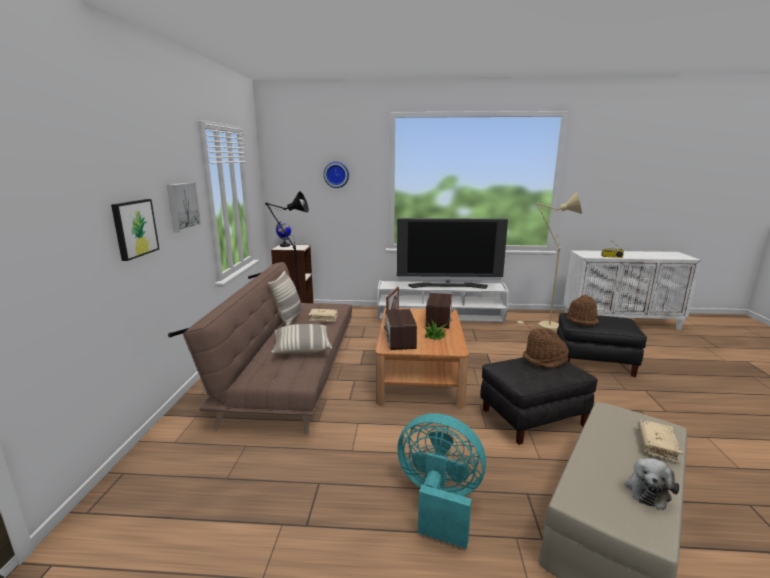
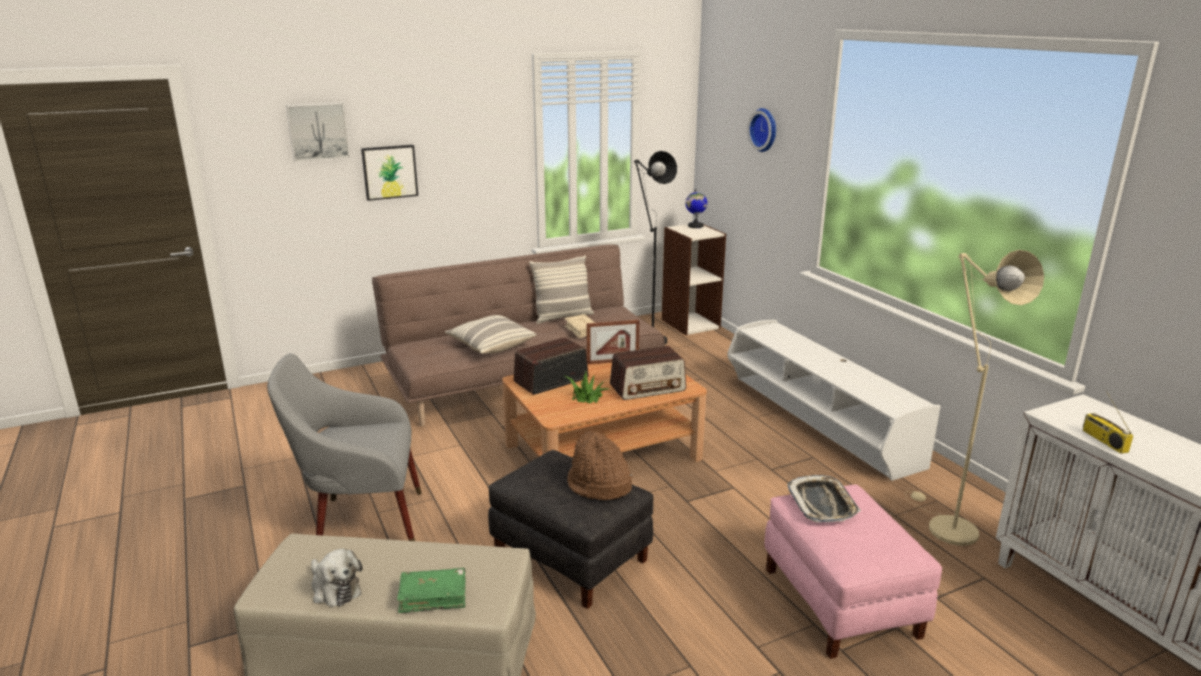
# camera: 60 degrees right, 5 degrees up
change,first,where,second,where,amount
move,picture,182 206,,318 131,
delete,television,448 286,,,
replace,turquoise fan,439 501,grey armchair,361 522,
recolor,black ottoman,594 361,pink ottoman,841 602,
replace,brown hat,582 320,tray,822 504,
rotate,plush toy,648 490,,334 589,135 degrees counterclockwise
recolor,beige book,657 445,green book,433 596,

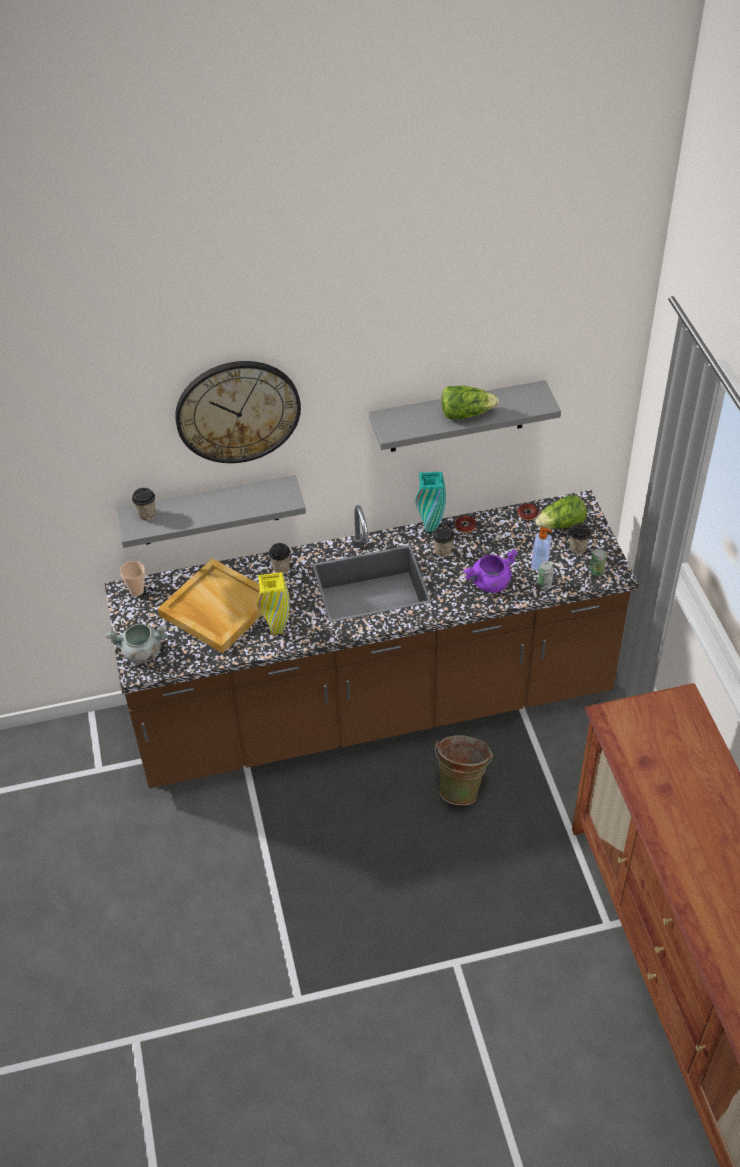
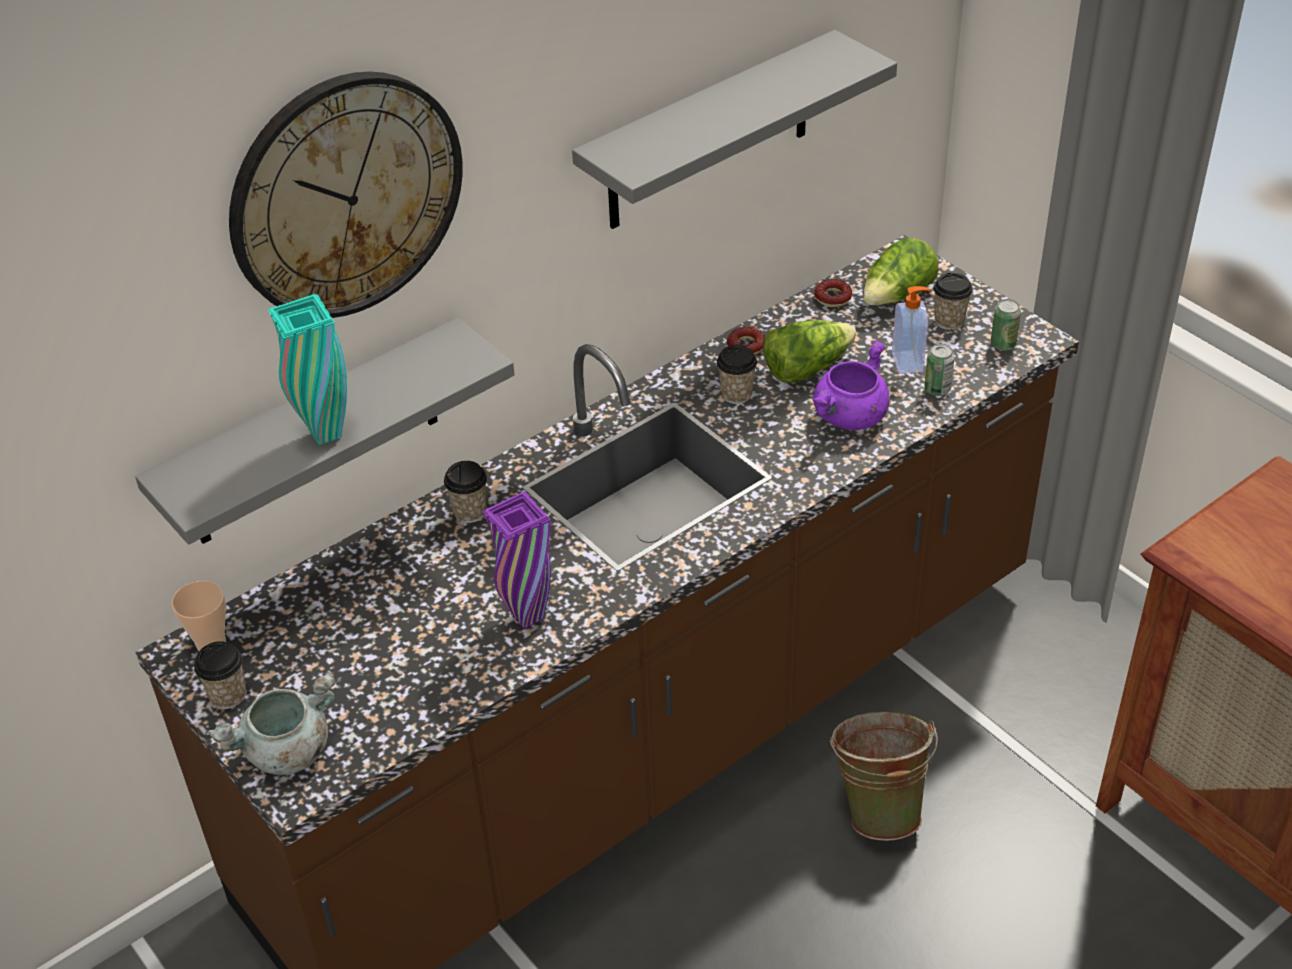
# camera: 25 degrees left, 5 degrees down
change,first,where,second,where,amount
move,cup,147 515,,228 695,
delete,beige tray,216 608,,,
recolor,yellow vase,276 629,purple vase,527 617,
move,turquoise vase,430 527,,325 434,
move,lettuce,466 413,,806 368,

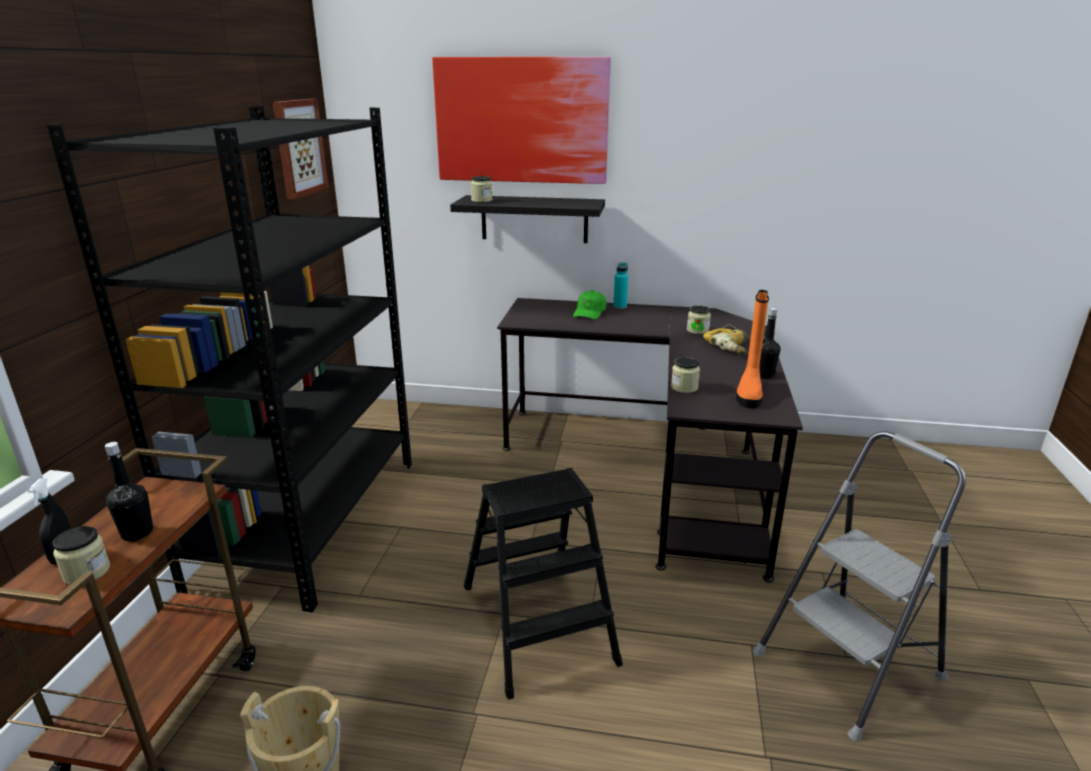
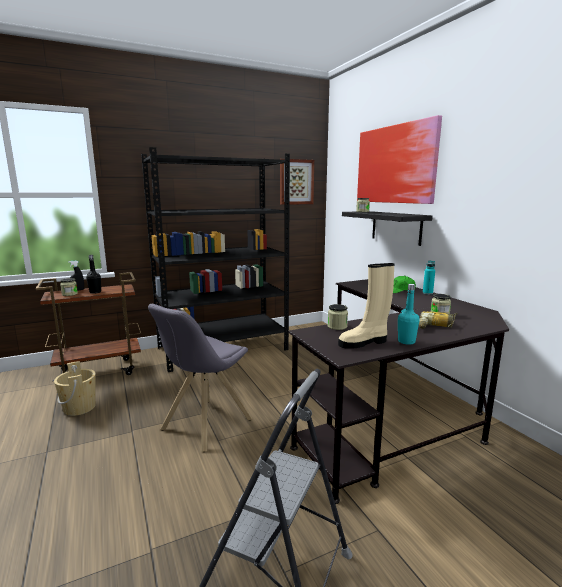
# camera: 55 degrees right, 10 degrees down
change,first,where,second,where,amount
replace,black step ladder,537 622,grey chair,206 424,
recolor,orange boot,749 393,beige boot,364 342,
recolor,black bottle,763 375,turquoise bottle,406 341,

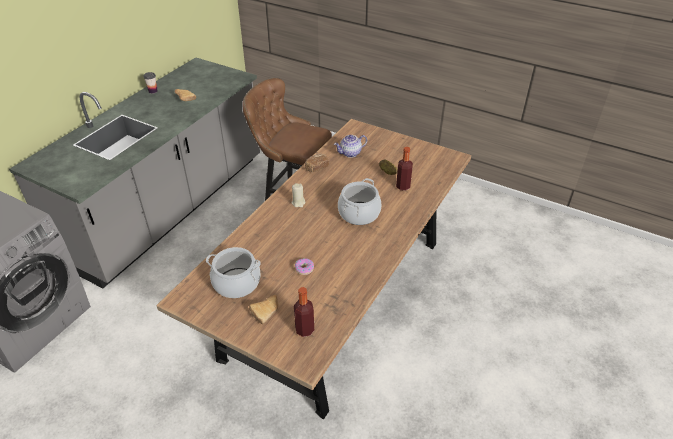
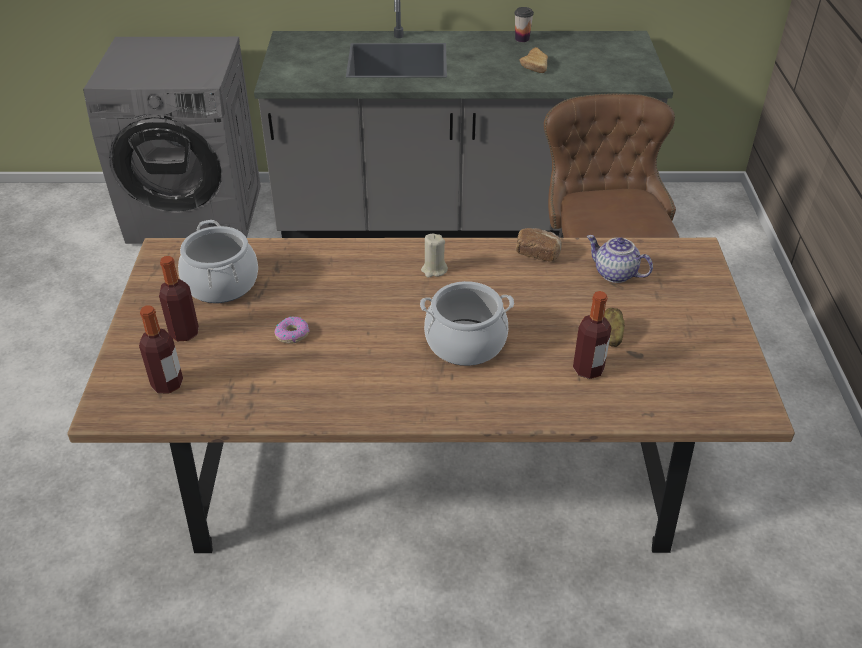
# camera: 60 degrees right, 0 degrees up
change,first,where,second,where,amount
replace,bread,267 311,bottle,184 333,

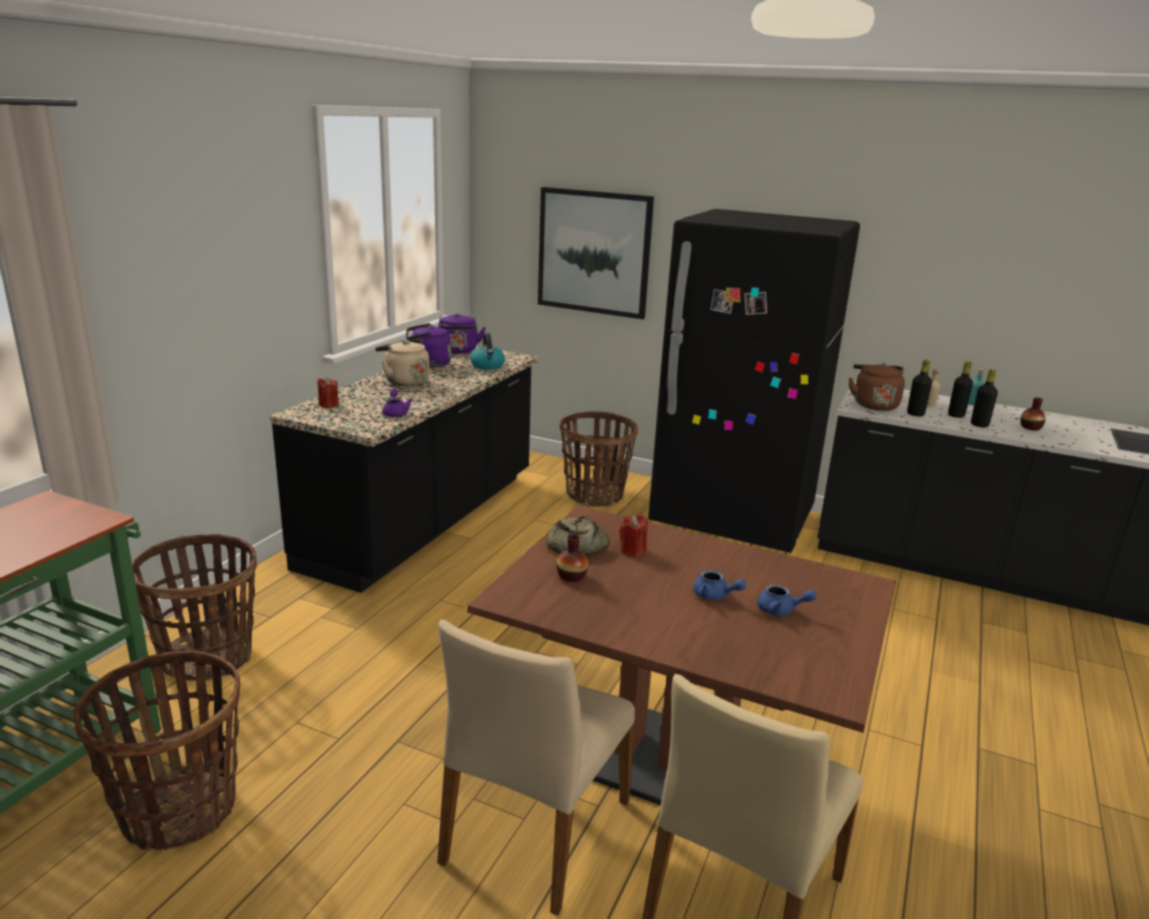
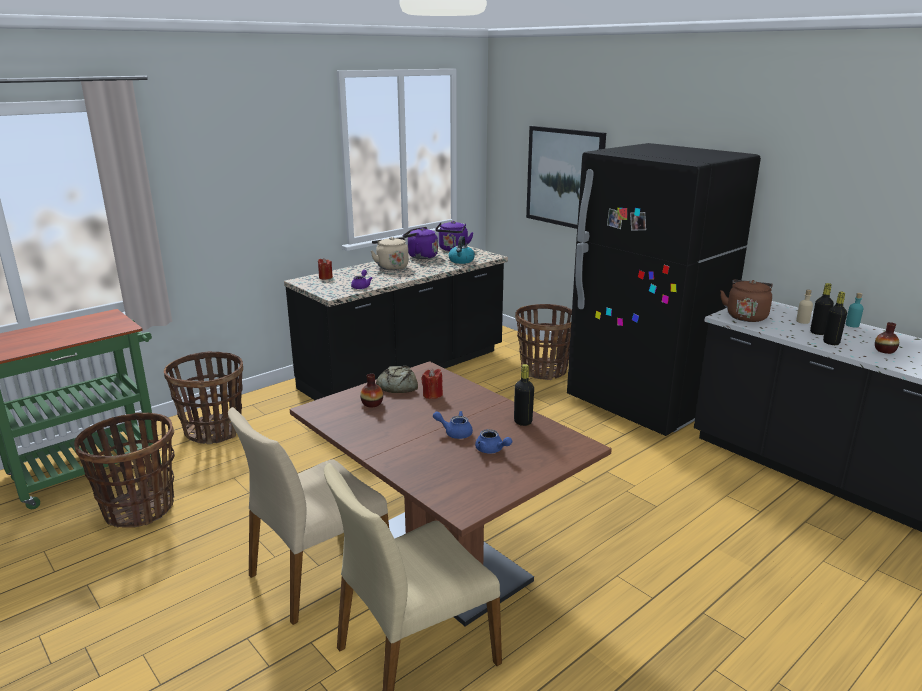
# camera: 25 degrees right, 0 degrees up
change,first,where,second,where,amount
rotate,blue teapot,715 596,,455 433,135 degrees clockwise
move,black bottle,915 414,,523 422,

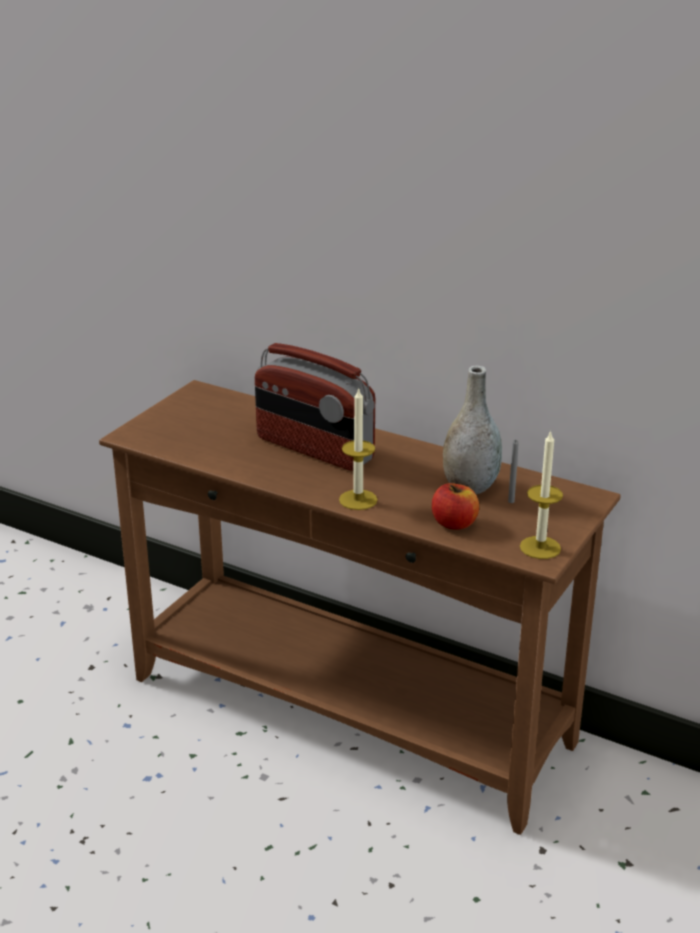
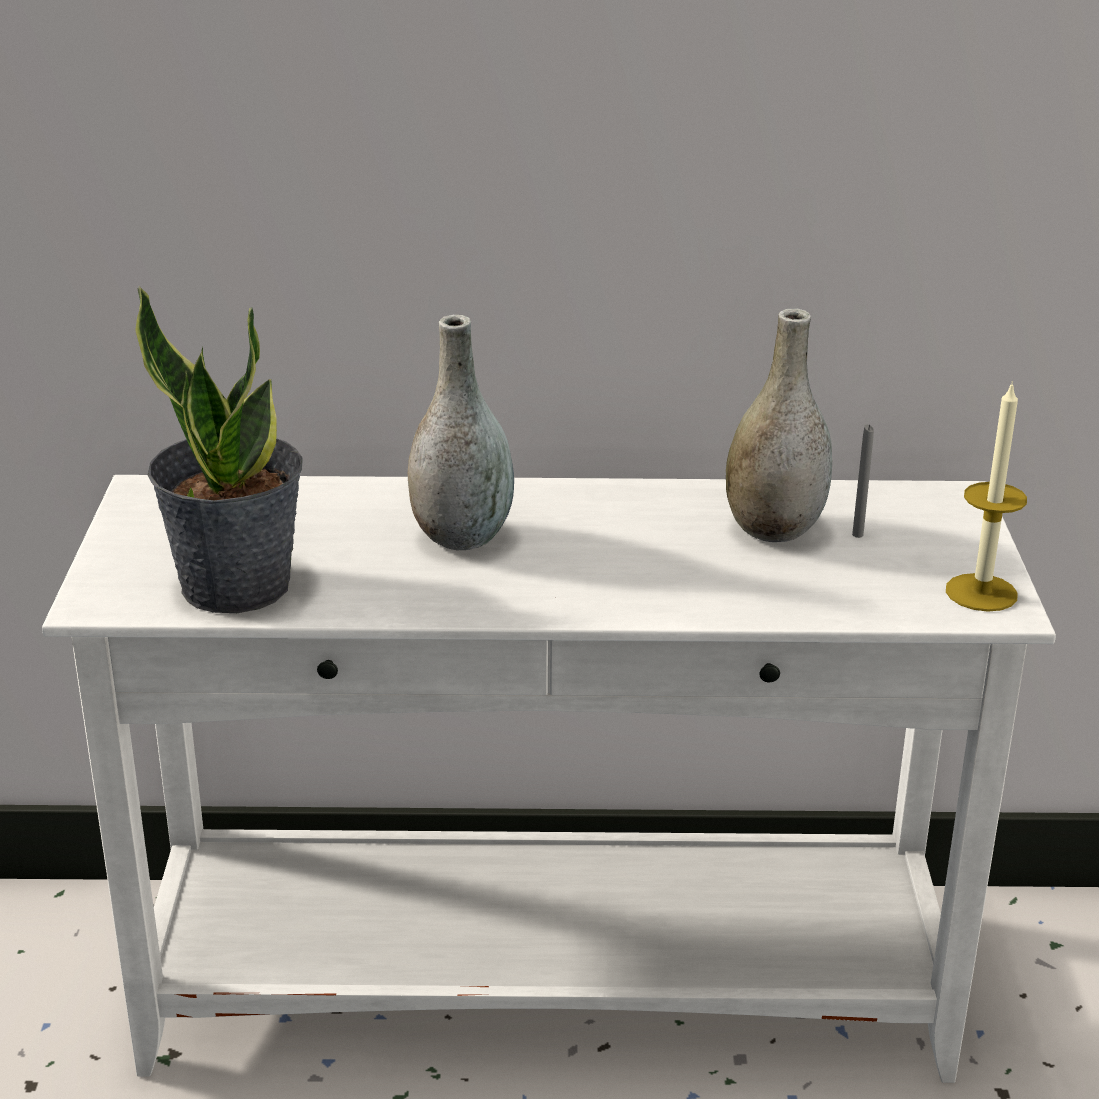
# camera: 30 degrees left, 0 degrees up
change,first,where,second,where,amount
recolor,brown console table,352 710,white console table,550 984,
replace,radio,314 449,grey vase,462 537,
delete,candle,358 500,,,
delete,apple,454 523,,,
insert,,,potted plant,236 584,

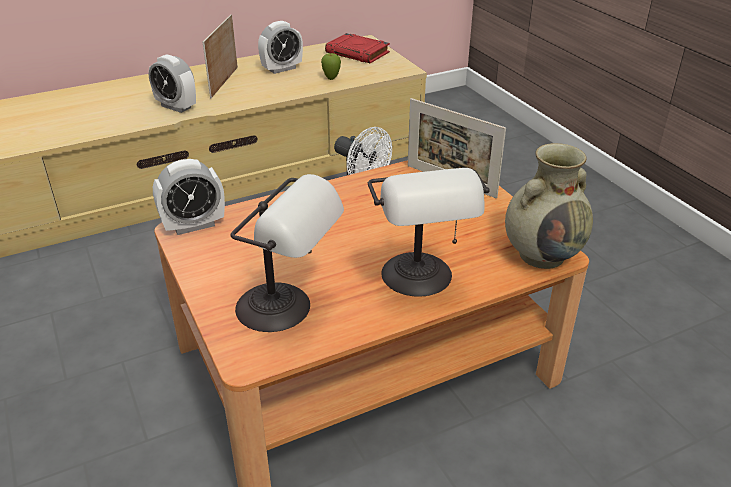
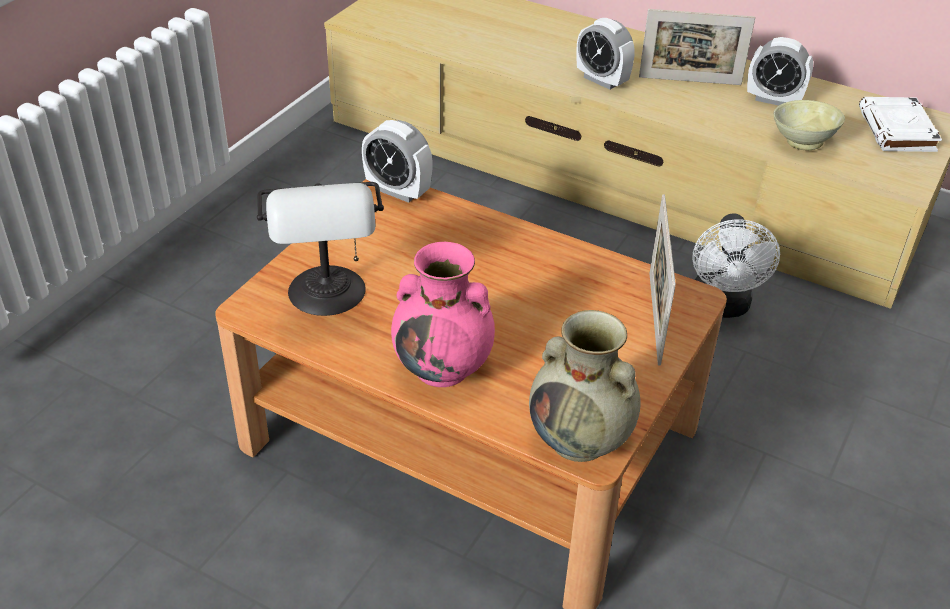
# camera: 55 degrees right, 5 degrees up
change,first,where,second,where,amount
rotate,alarm clock,176 107,,602 80,45 degrees counterclockwise
rotate,picture frame,224 82,,690 81,150 degrees counterclockwise
replace,apple,331 78,beige bowl,802 141,
recolor,red book,358 53,white book,897 131,
replace,table lamp,422 283,pink vase,444 368,

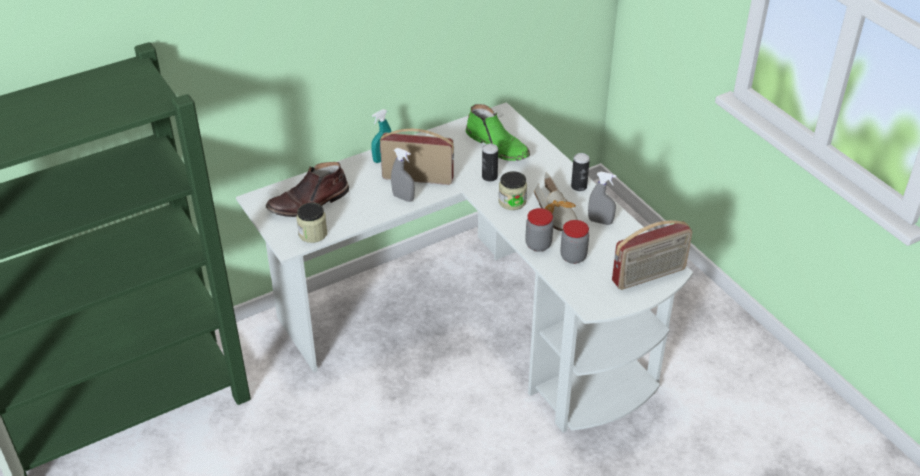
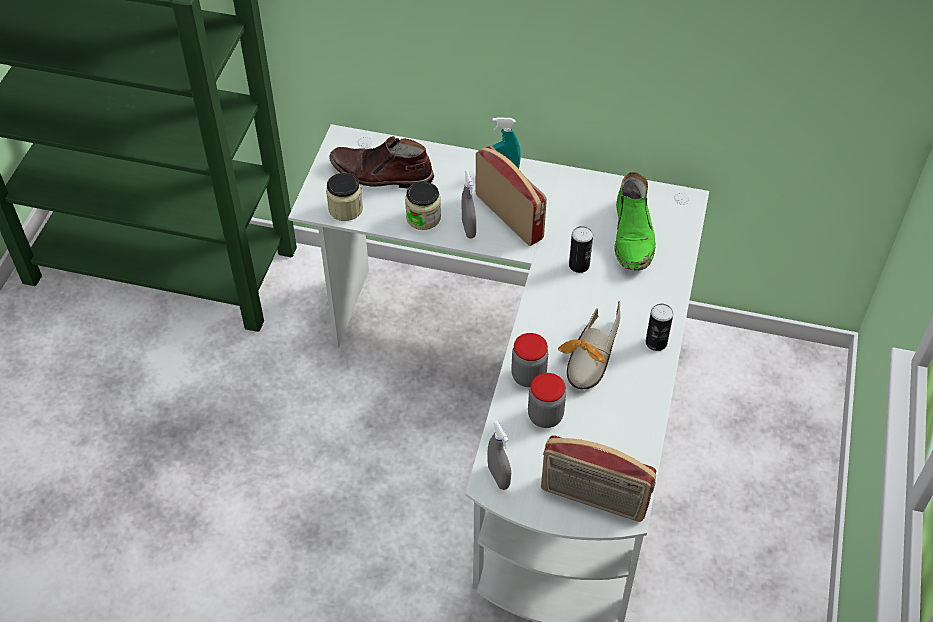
# camera: 45 degrees right, 10 degrees up
change,first,where,second,where,amount
move,jar,512 202,,423 217,
move,grey spray bottle,600 221,,498 477,

